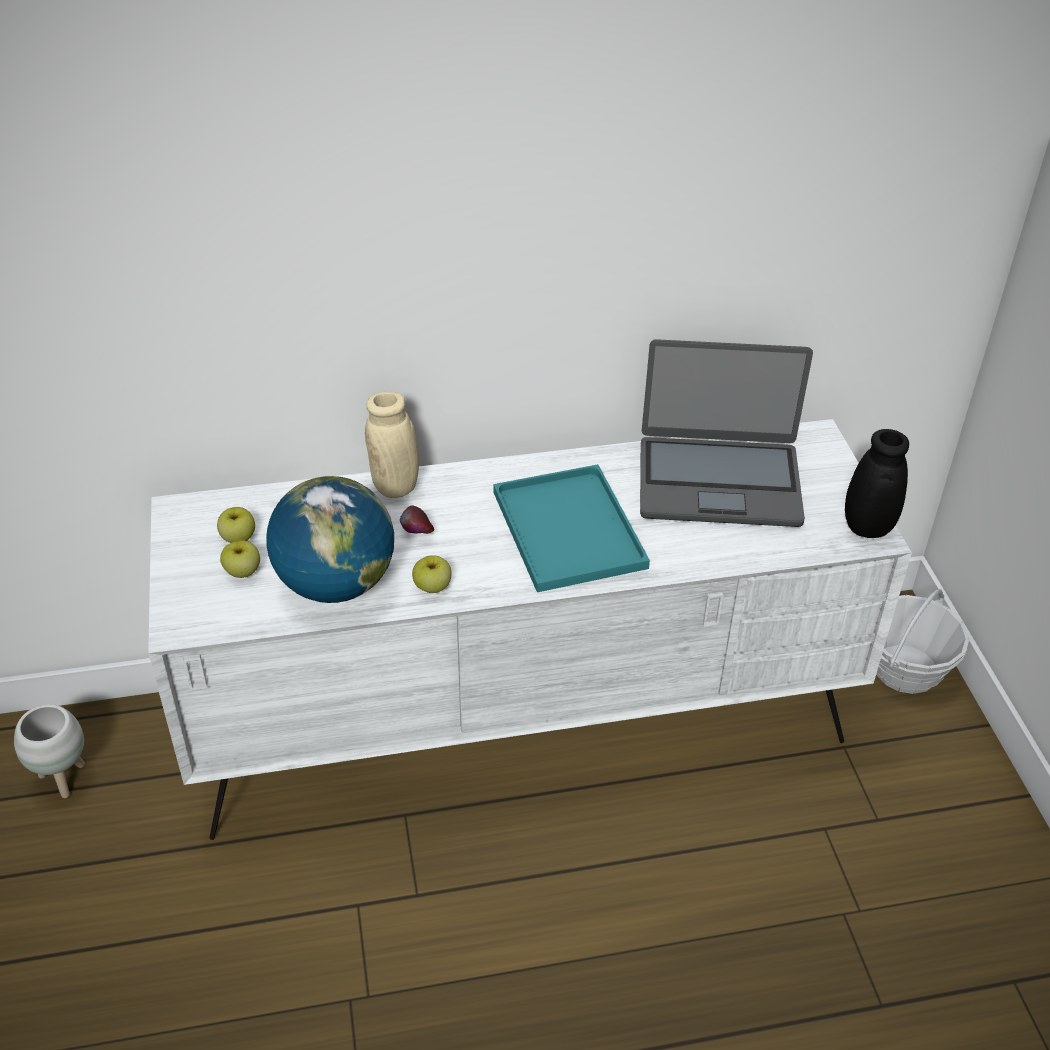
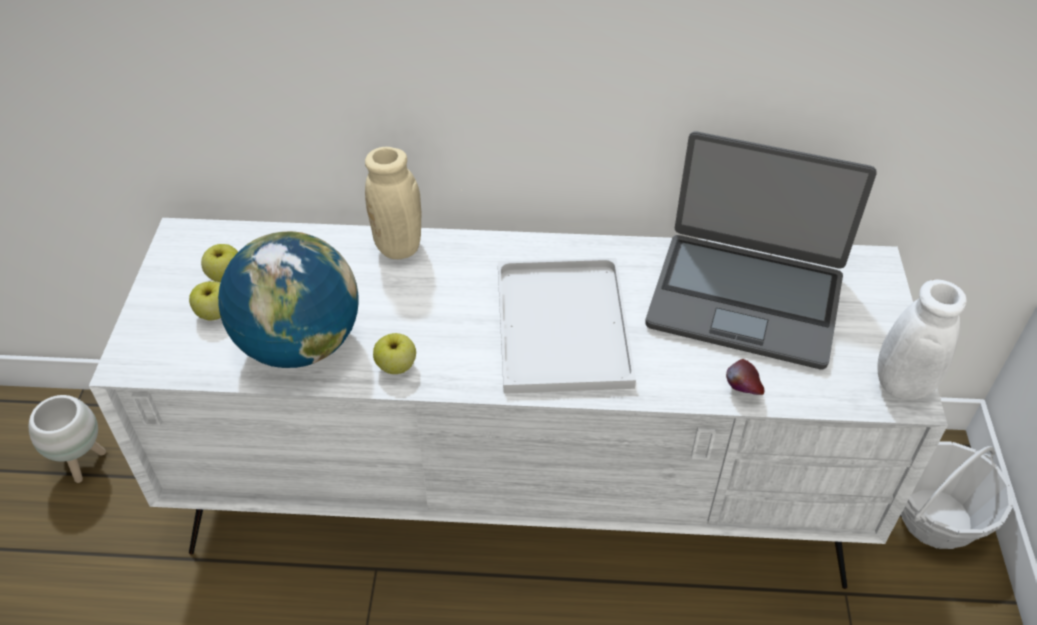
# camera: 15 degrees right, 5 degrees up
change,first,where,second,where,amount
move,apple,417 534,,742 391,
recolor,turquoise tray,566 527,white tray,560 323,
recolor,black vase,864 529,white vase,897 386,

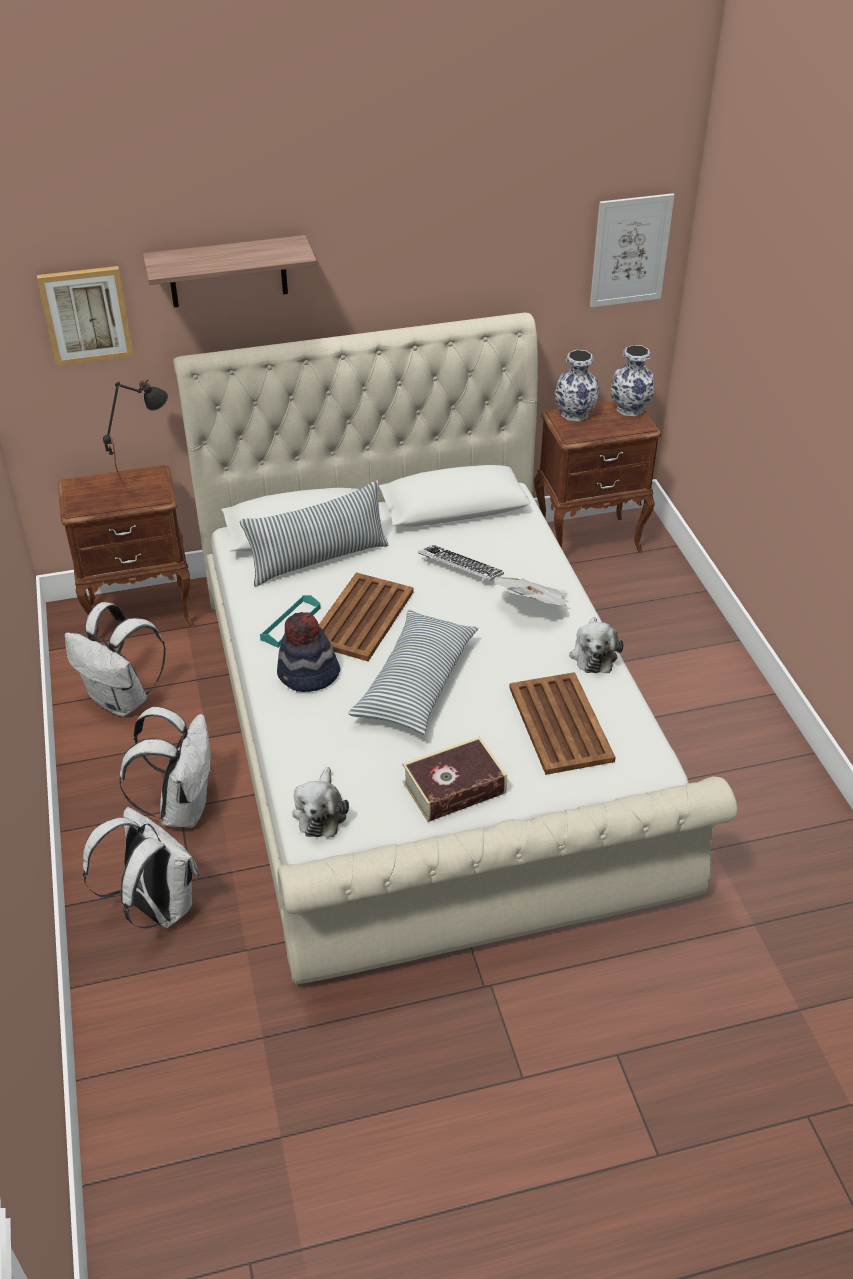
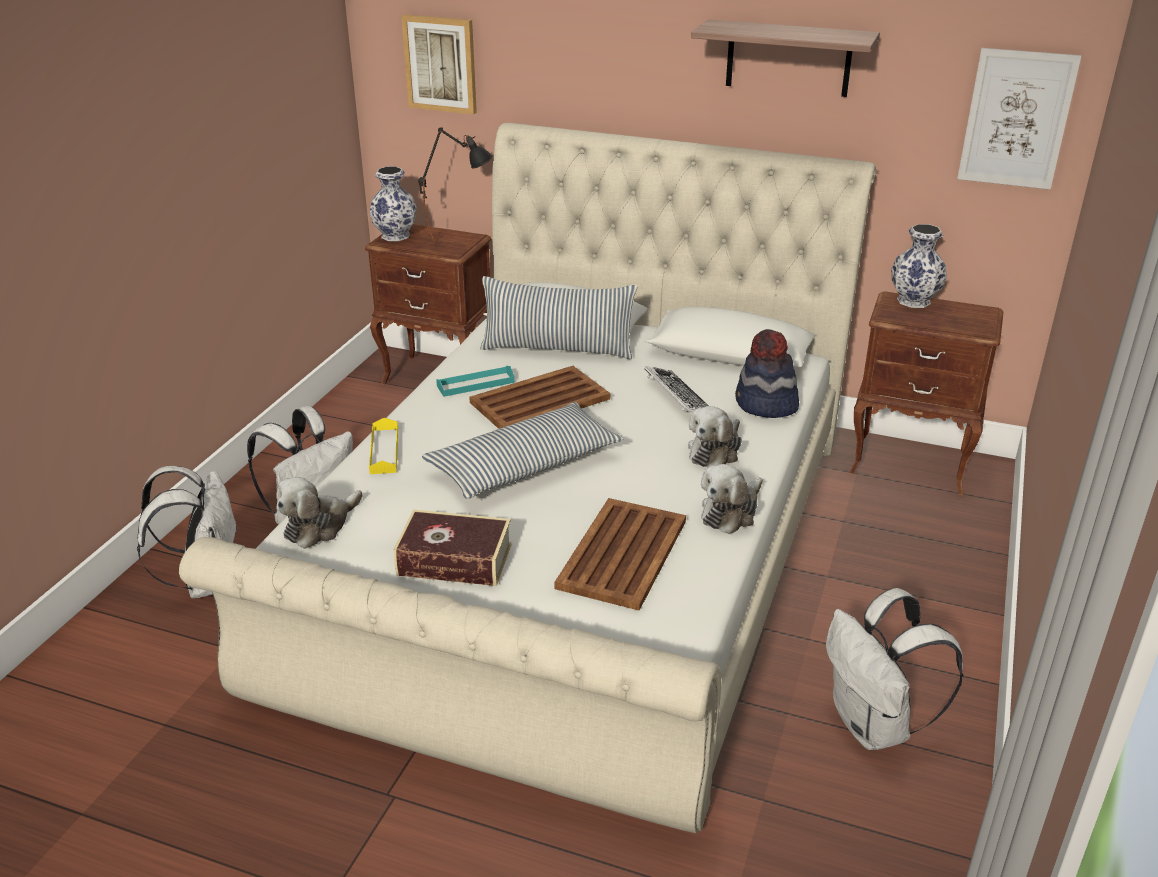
# camera: 35 degrees right, 10 degrees down
change,first,where,second,where,amount
move,white backpack,123 700,,874 726,
move,shelf,228 272,,788 58,
move,hat,308 675,,765 405,
replace,newspaper,534 606,plush toy,715 451,
move,vase,630 408,,396 235,
insert,,,yellow tray,384 450,

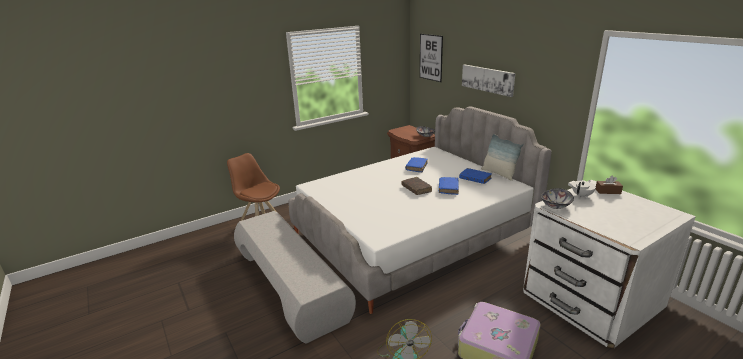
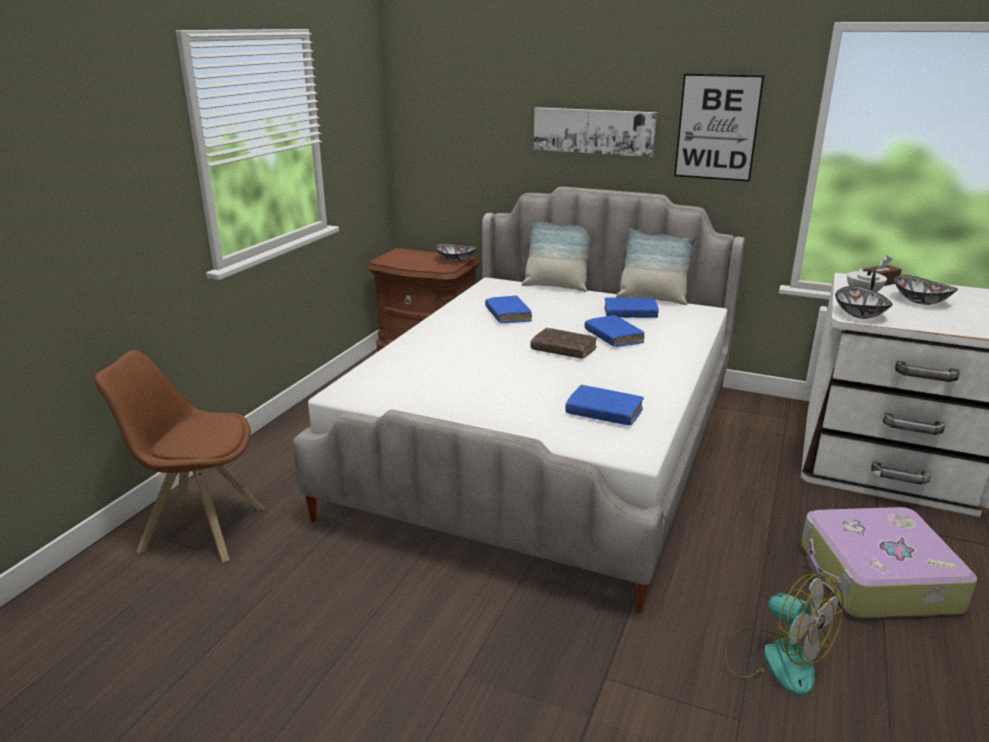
# camera: 35 degrees left, 0 degrees up
change,first,where,second,where,amount
delete,grey bench,290 283,,,
move,picture,431 57,,717 127,
insert,,,pillow,556 287,
insert,,,blue book,604 413,
insert,,,bowl,920 301,

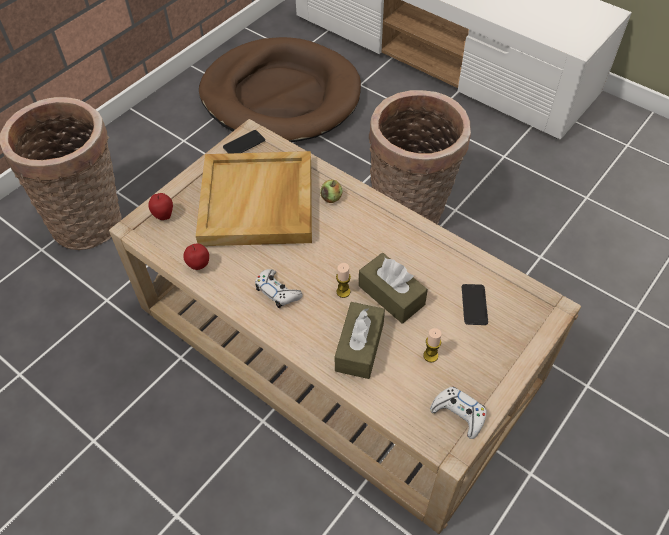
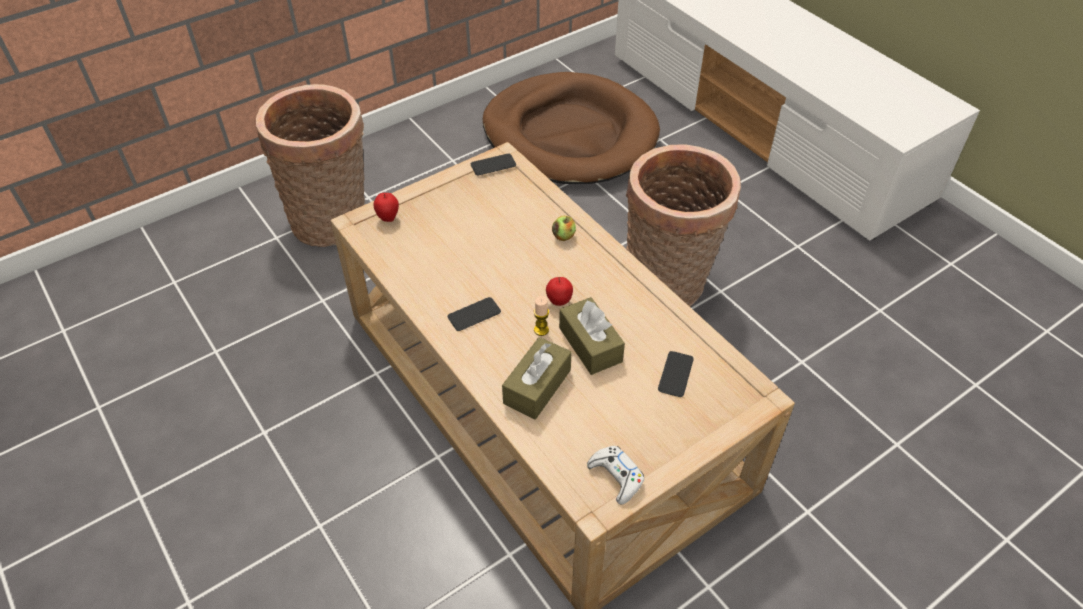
# camera: 15 degrees right, 5 degrees down
change,first,where,second,where,amount
move,apple,199 266,,559 302,
delete,beige tray,258 203,,,
replace,white game controller,277 292,phone,474 314,
delete,candle,430 355,,,

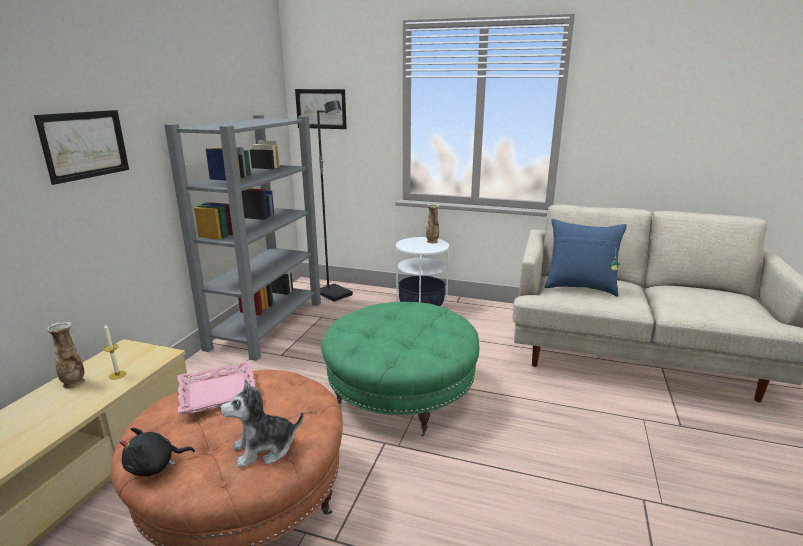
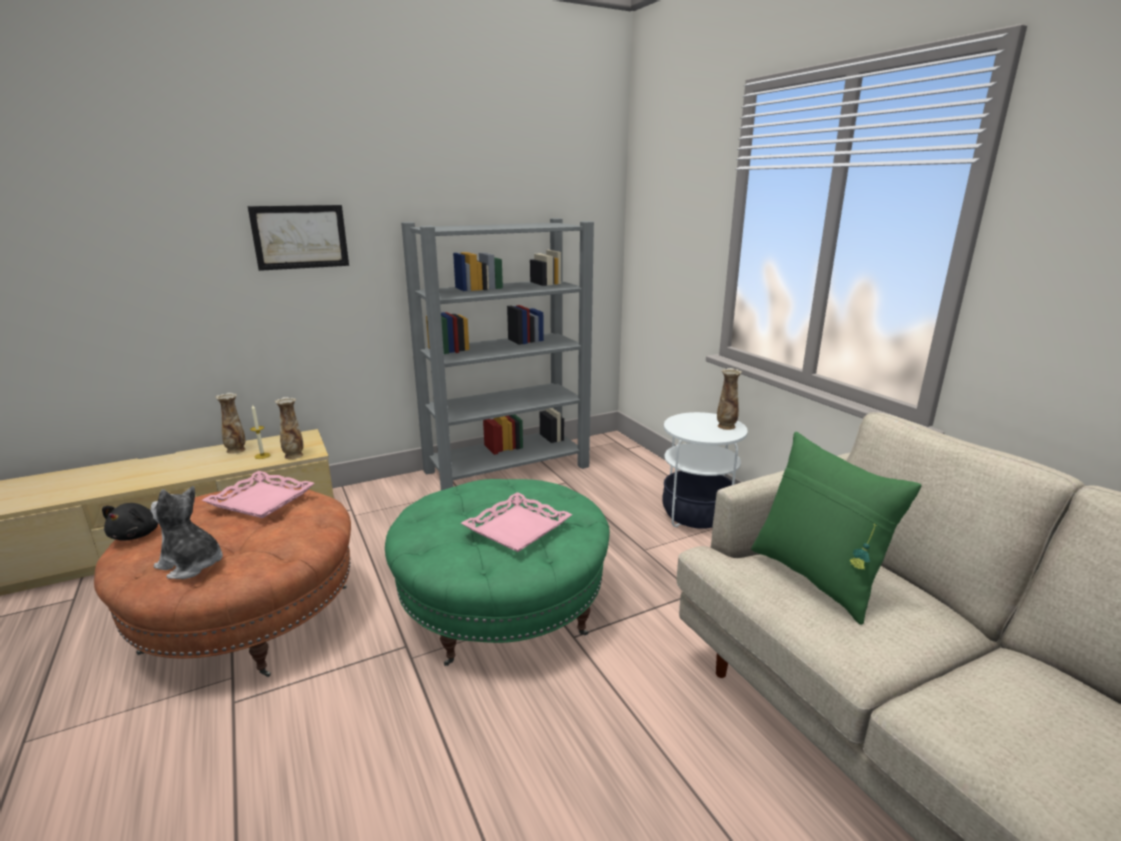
# camera: 45 degrees right, 0 degrees up
change,first,where,second,where,amount
rotate,black plush toy,155 466,,137 534,105 degrees counterclockwise
delete,picture,321 109,,,
delete,black floor lamp,335 294,,,
recolor,blue pillow,580 288,green pillow,815 578,
insert,,,vase,294 455,
insert,,,pink tray,517 528,

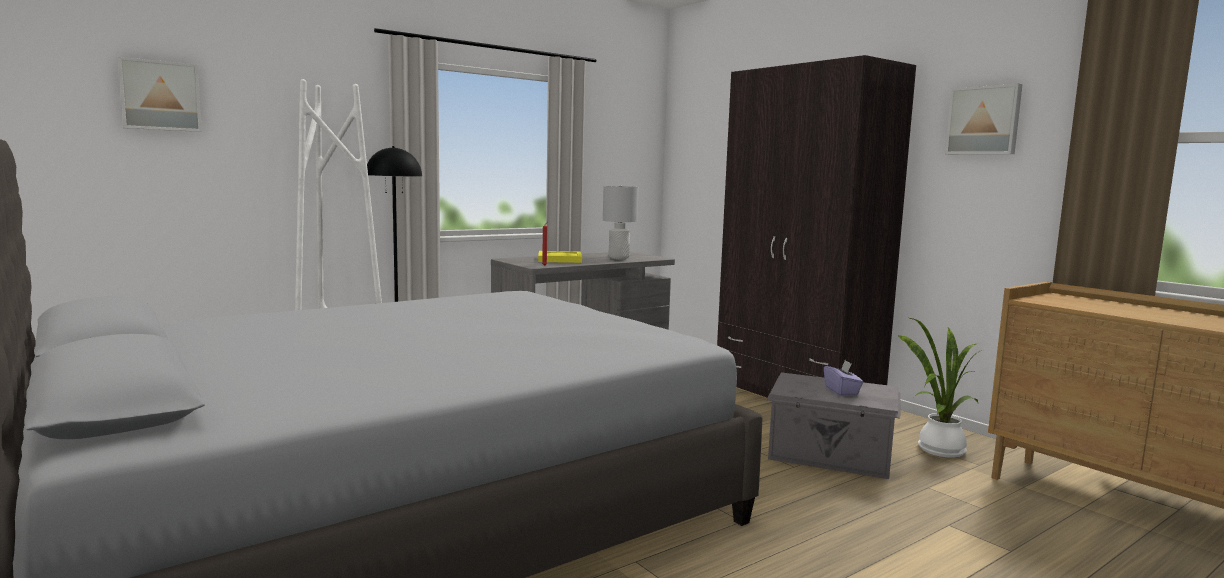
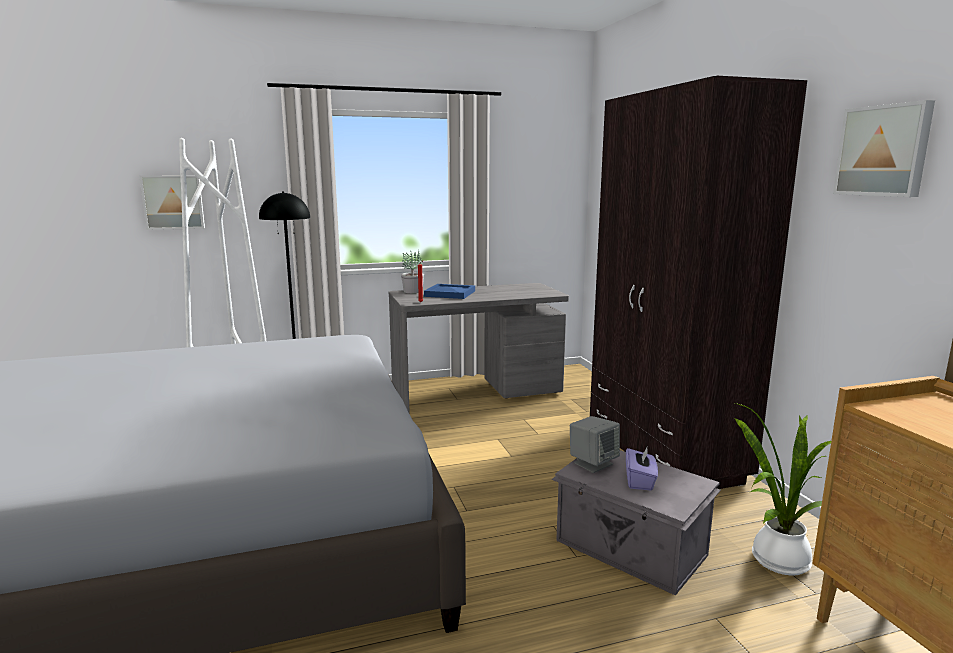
# camera: 20 degrees right, 5 degrees up
change,first,where,second,where,amount
move,picture,160 96,,173 202,
recolor,yellow tray,559 259,blue tray,449 293,
delete,grey table lamp,618 259,,,
insert,,,potted plant,413 291,
insert,,,grey speaker,593 463,

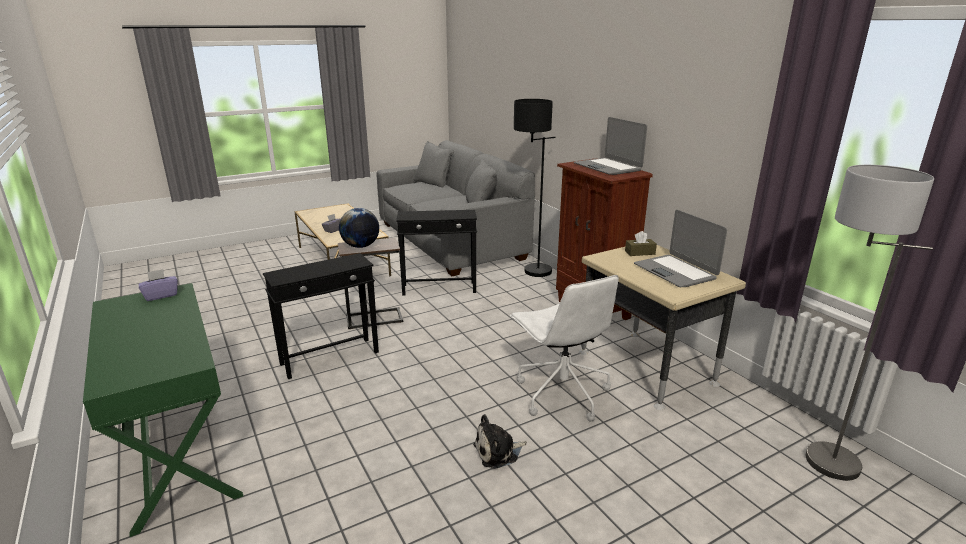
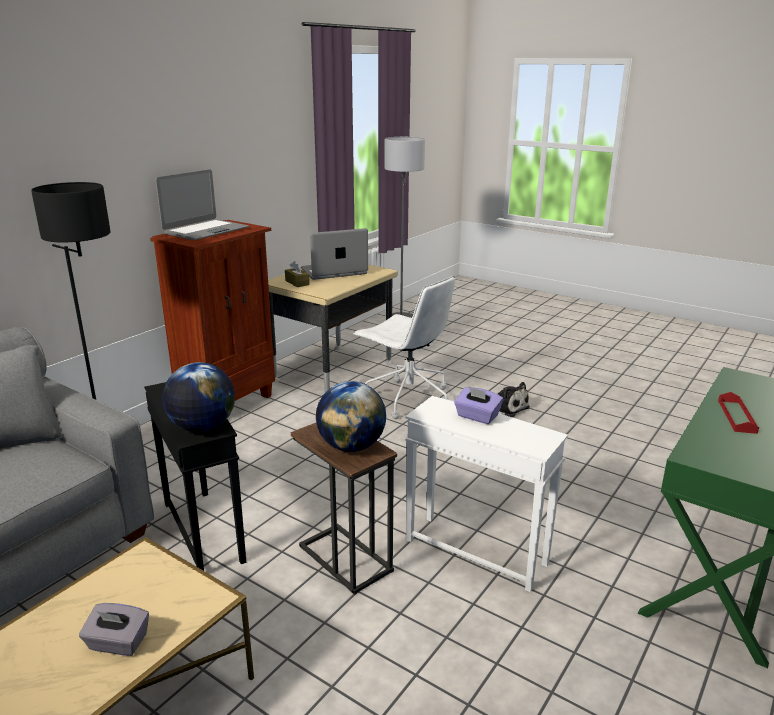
# camera: 115 degrees left, 0 degrees up
change,first,where,second,where,amount
move,purple tissue box,161 295,,477 417,
recolor,black side table,330 358,white side table,475 551,
rotate,white office chair,559 392,,405 398,90 degrees clockwise
rotate,laptop,675 272,,334 272,150 degrees counterclockwise
insert,,,globe,202 428,
insert,,,red tray,736 416,

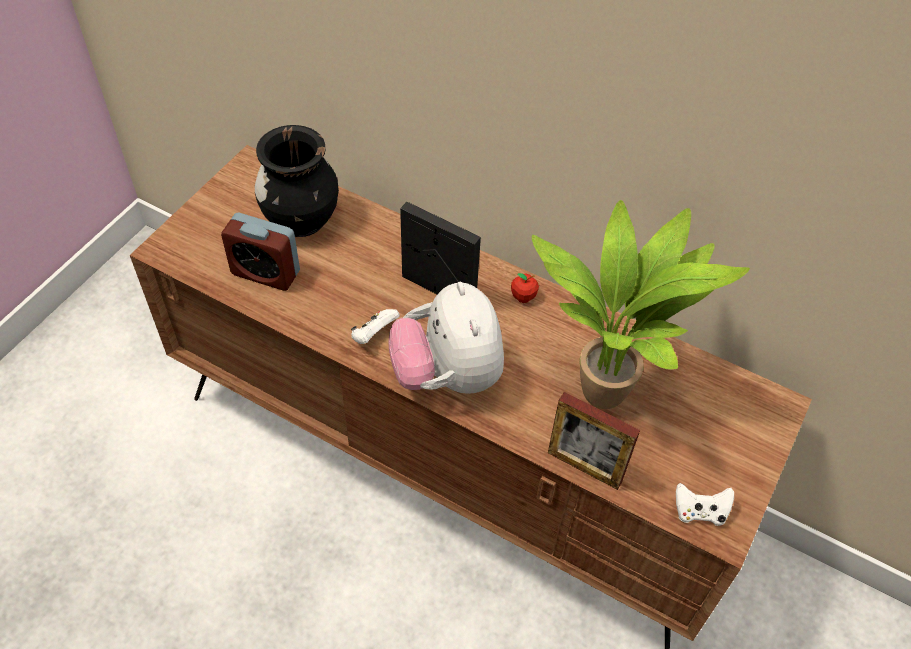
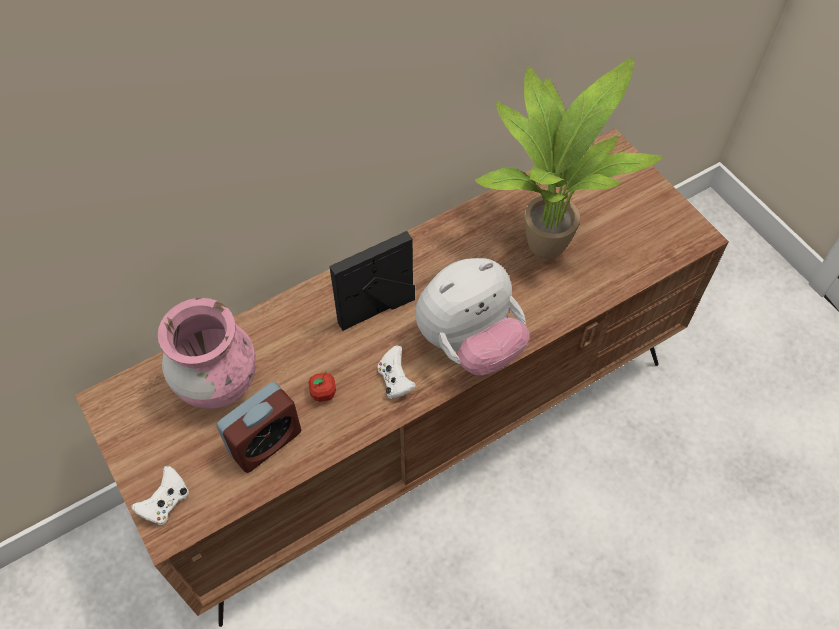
# camera: 60 degrees left, 5 degrees up
change,first,where,second,where,amount
recolor,black vase,301 221,pink vase,219 385,
rotate,plush toy,447 375,,470 343,45 degrees counterclockwise
move,apple,523 297,,323 394,
delete,picture frame,584 467,,,
move,white game controller,699 512,,166 503,

